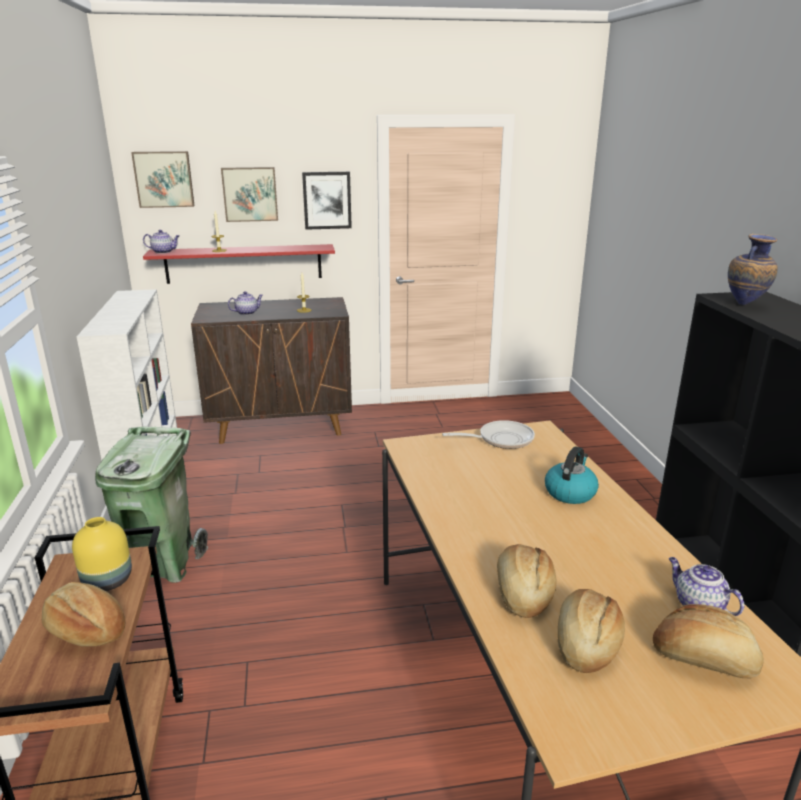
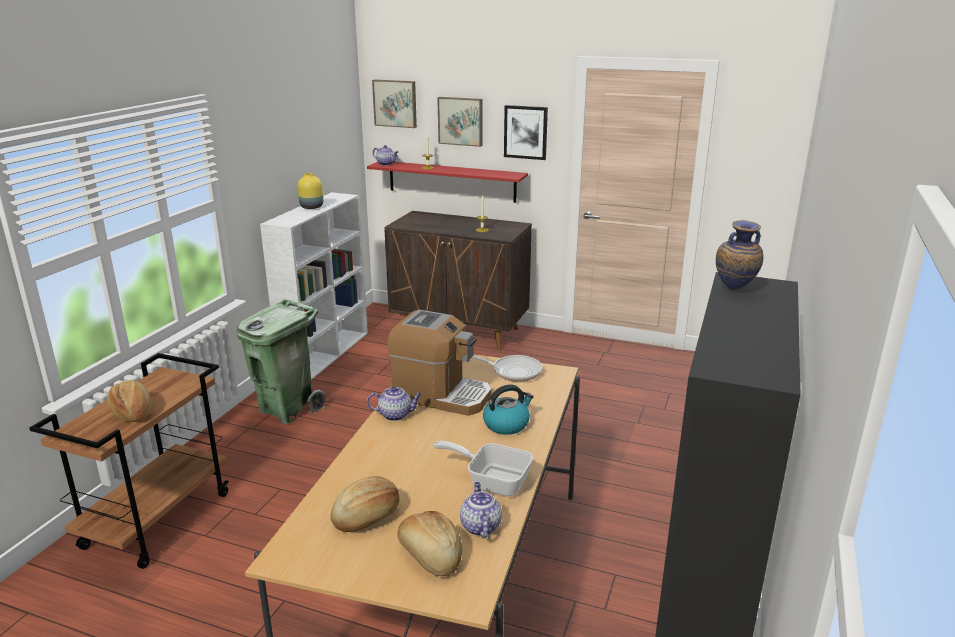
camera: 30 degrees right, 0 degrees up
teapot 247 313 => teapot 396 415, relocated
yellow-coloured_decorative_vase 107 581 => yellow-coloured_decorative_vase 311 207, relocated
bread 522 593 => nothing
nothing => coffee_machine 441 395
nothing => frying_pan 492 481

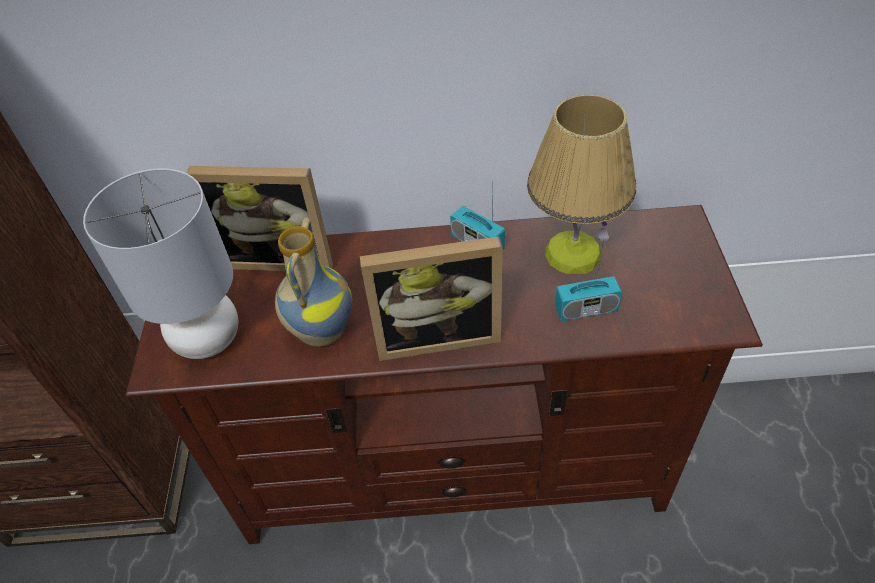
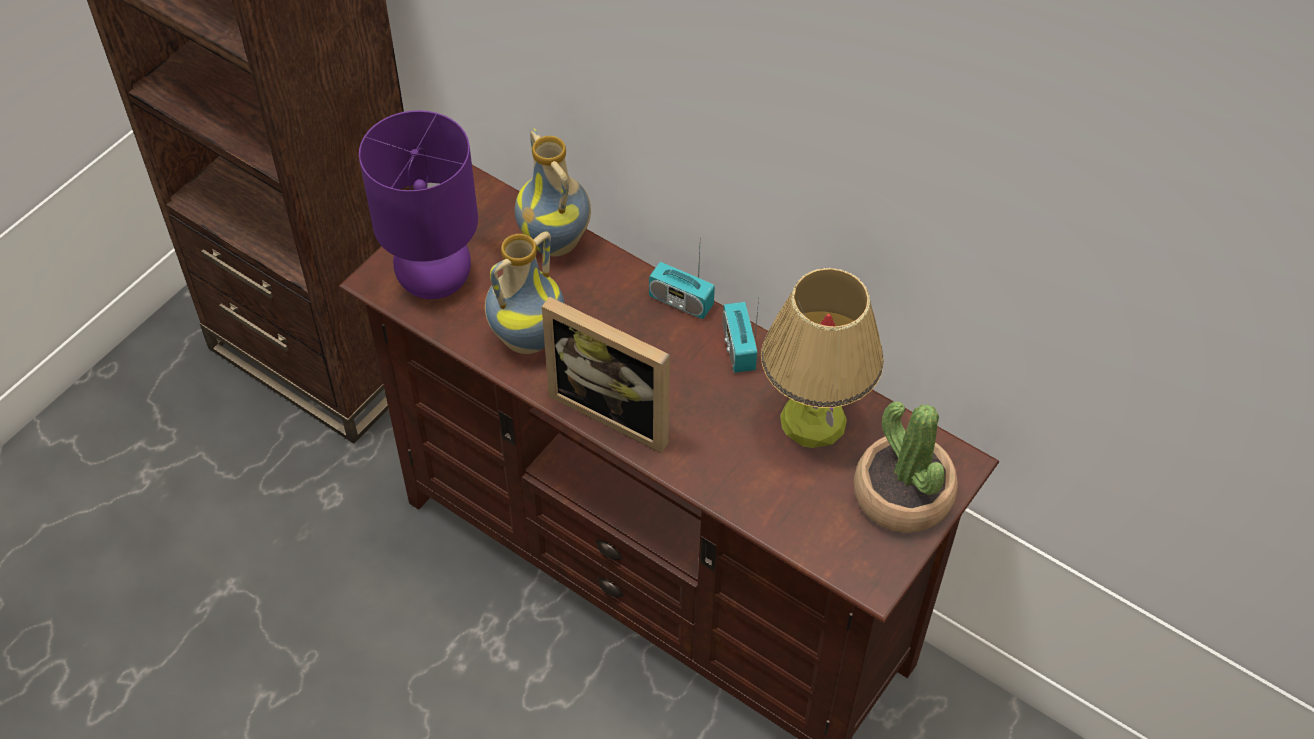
camera: 35 degrees right, 5 degrees up
photo_frame 281 257 => decorative_vase 557 241
greyish_table_lamp 208 339 => purple-coloured_table_lamp 435 280
radio 586 309 => radio 681 301, relocated
nothing => potted_plant 902 495

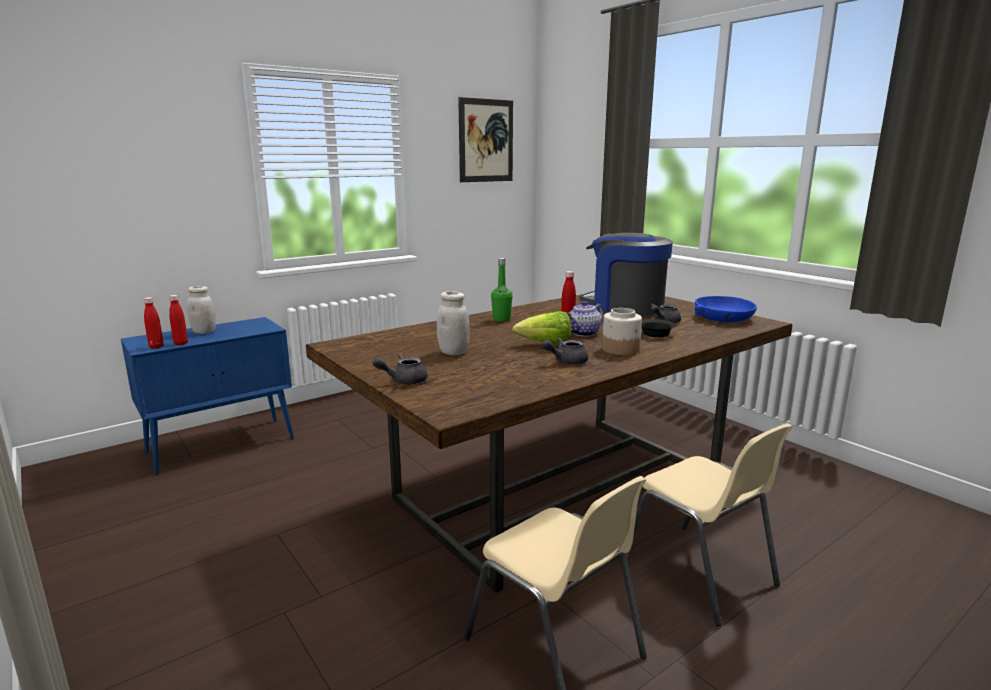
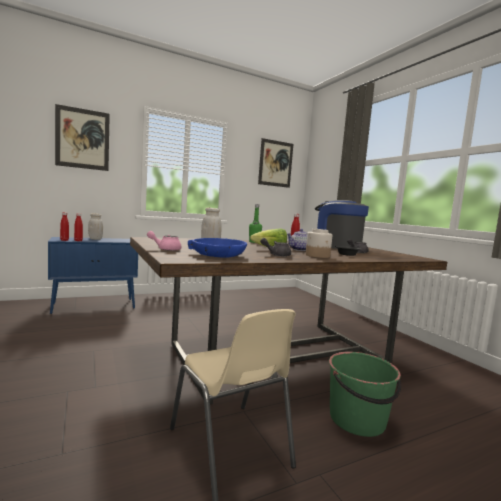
camera: 10 degrees right, 10 degrees down
blue-coloured_bowl 723 318 => blue-coloured_bowl 218 255, relocated
greyish_teapot 403 381 => pink-coloured_teapot 166 249
beige_upright_chair 699 573 => green-coloured_pail 358 420
nothing => wall_art 83 139

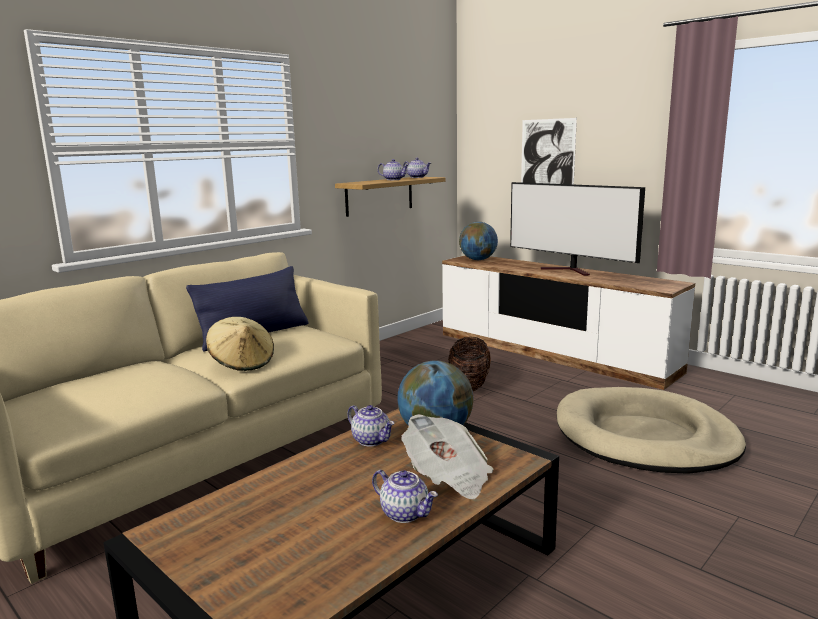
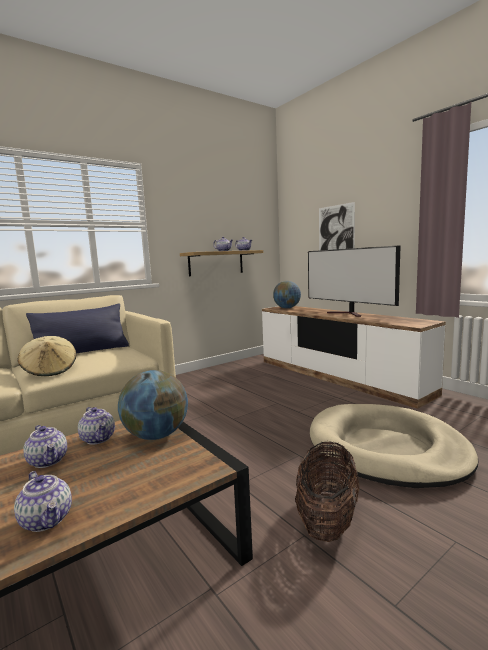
camera: 10 degrees right, 5 degrees down
household_basket 469 385 => household_basket 327 519, relocated
printed_paper 448 477 => nothing
nothing => teapot 48 461

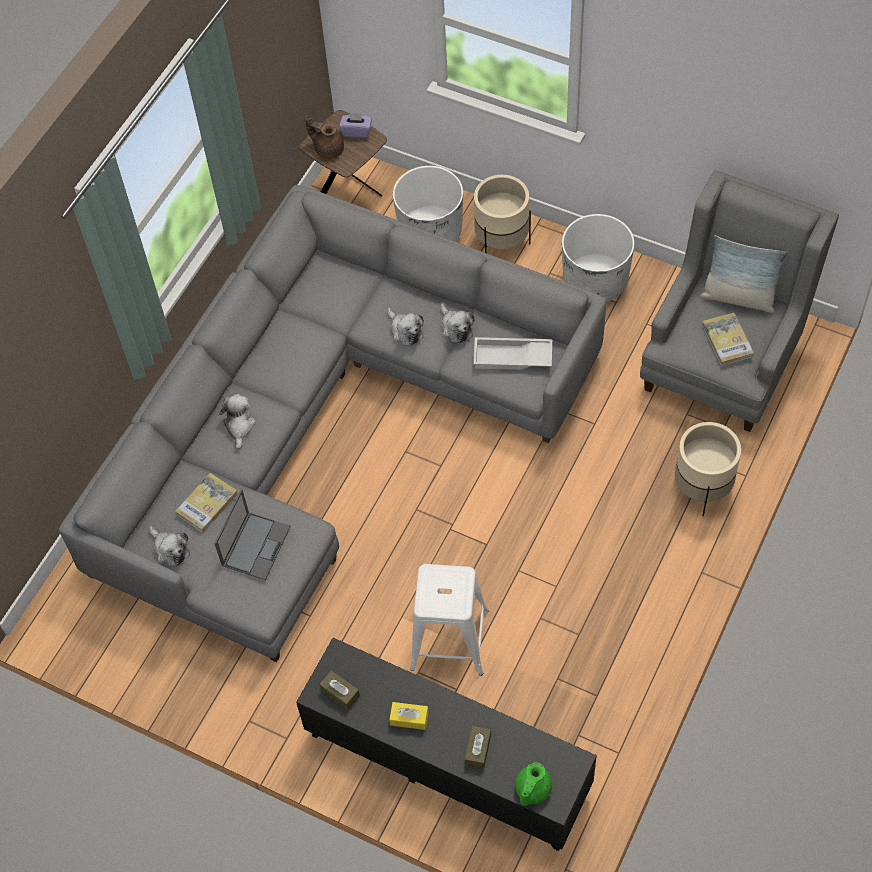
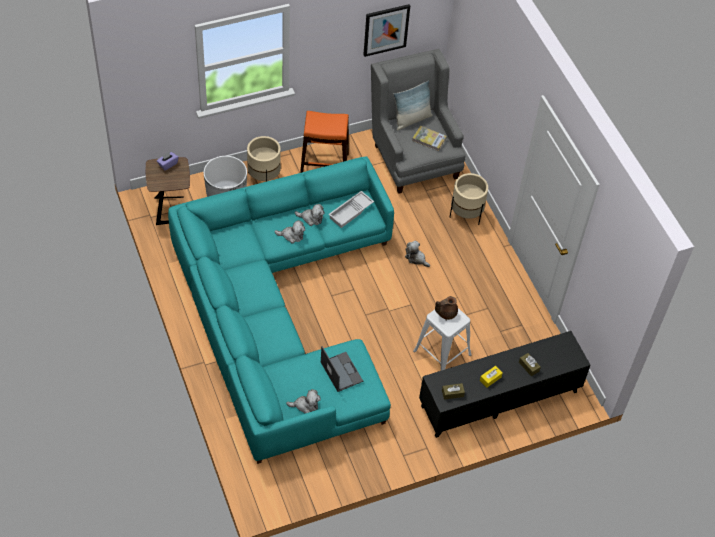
camera: 55 degrees left, 5 degrees down
brownish_teapot 328 149 => brownish_teapot 446 313, relocated
greyish_couch 322 423 => blue-green_couch 281 313
white_planter 595 281 => orange-coloured_sitting_stool 324 164
cuddly_toy 239 426 => cuddly_toy 416 258, relocated
volume 207 504 => nothing
green-coloured_teapot 532 789 => nothing
nothing => wall_art 386 29

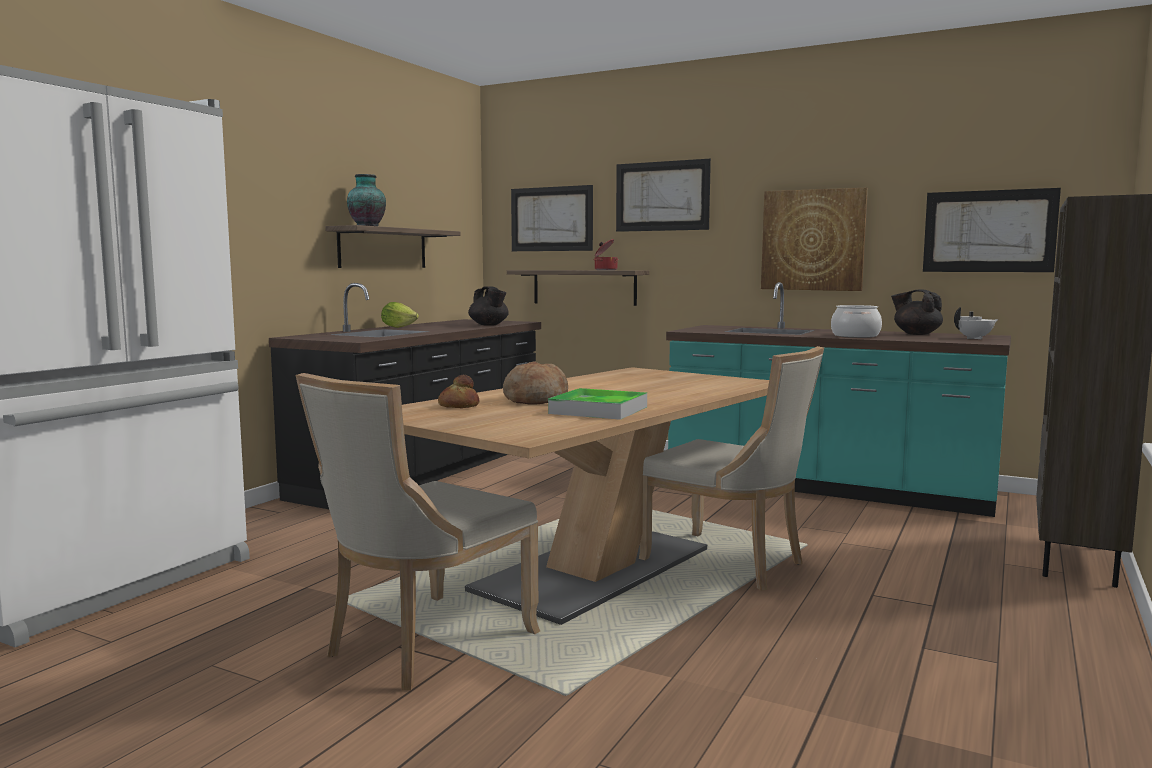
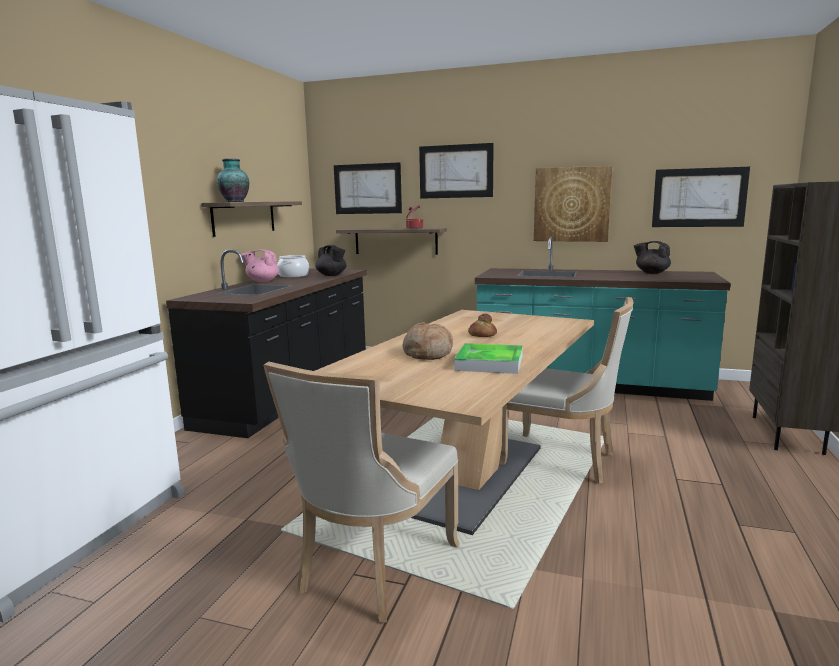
camera: 10 degrees left, 5 degrees up
lettuce_head 398 327 => pink-coloured_teapot 262 281
stockpot 855 336 => stockpot 293 275, relocated
white_teapot 975 338 => nothing
bread 458 406 => bread 482 335, relocated

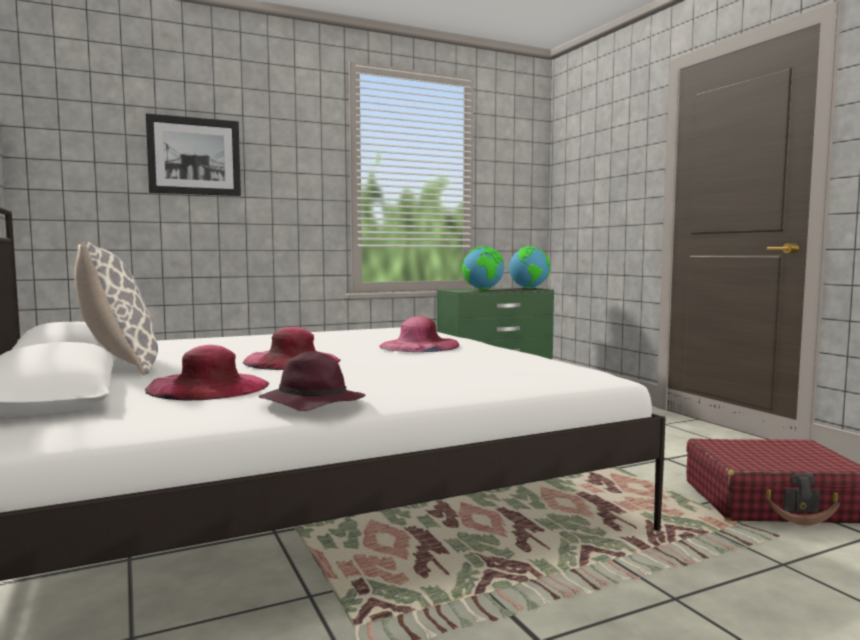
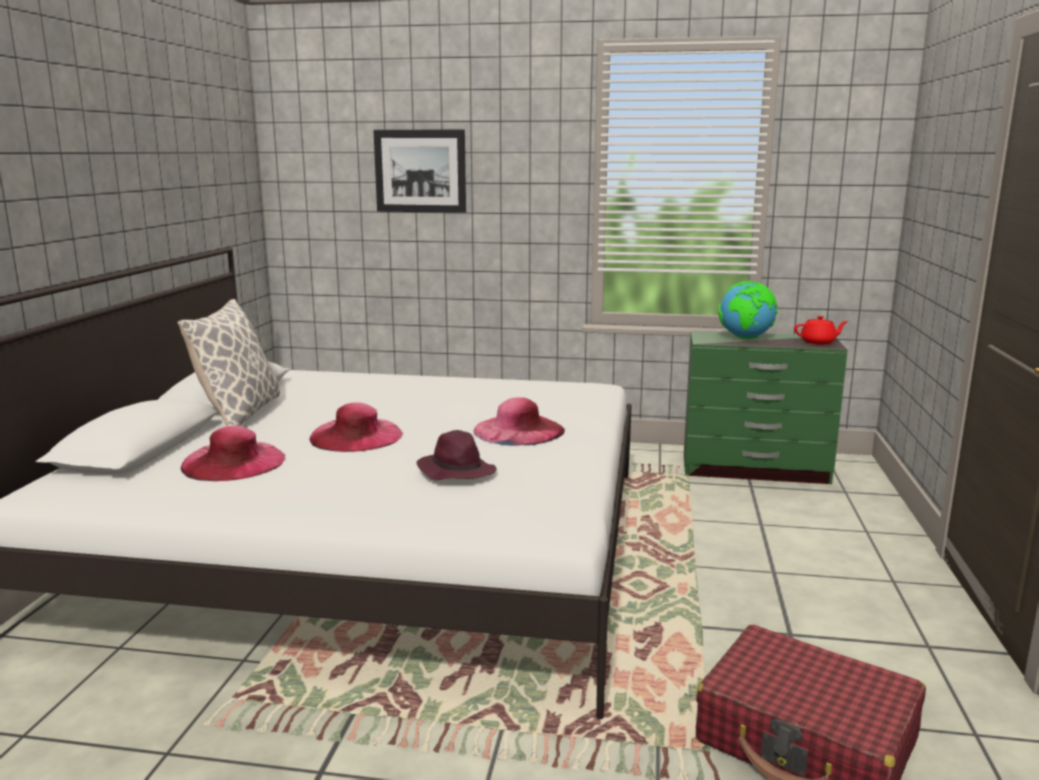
camera: 35 degrees right, 10 degrees up
desk_globe 529 288 => red-coloured_teapot 818 342
purple-coloured_wearable_hat 311 404 => purple-coloured_wearable_hat 456 471, relocated

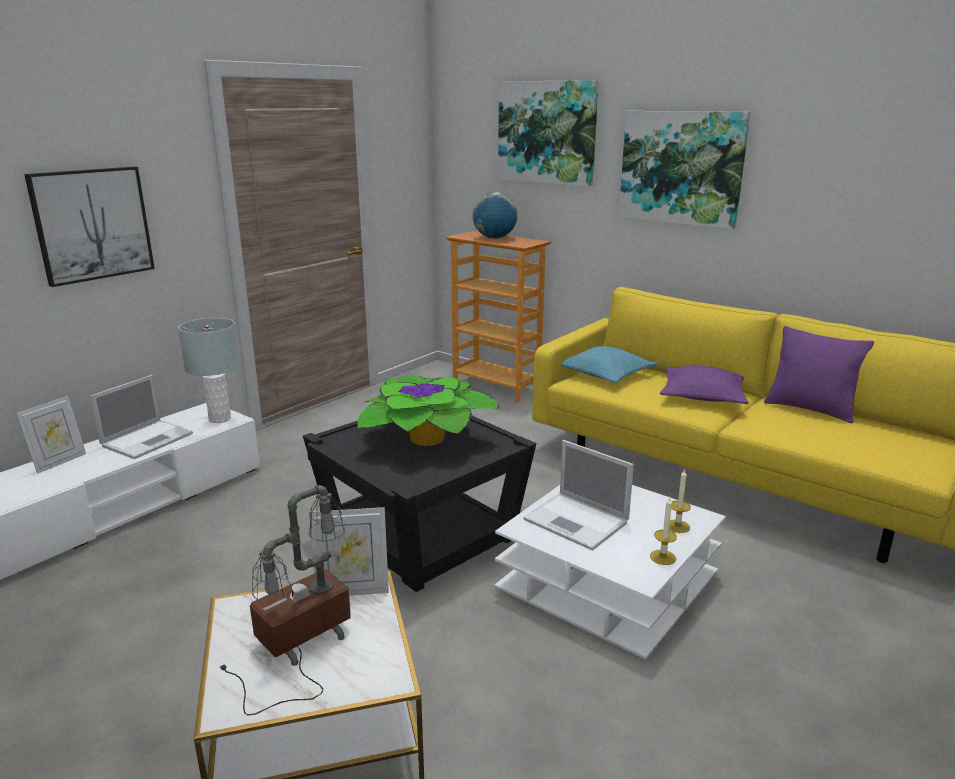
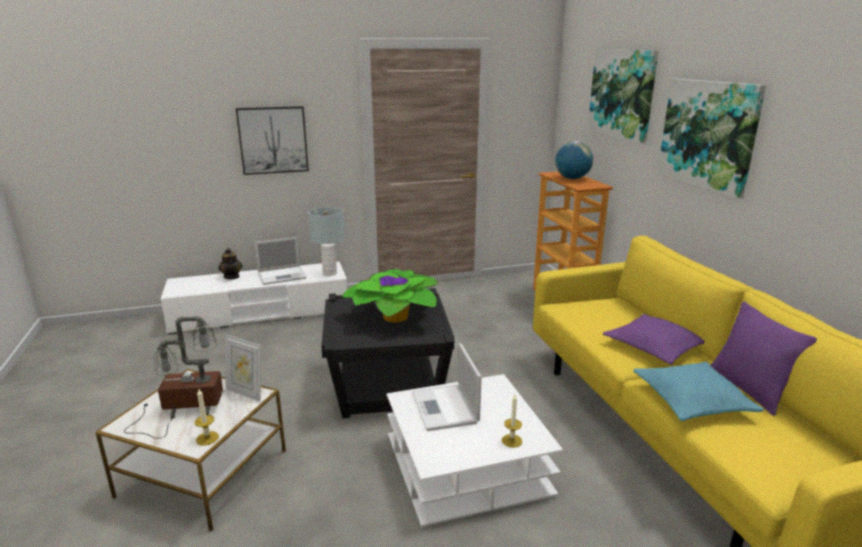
camera: 35 degrees right, 0 degrees up
blue-green_pillow 605 374 => blue-green_pillow 692 400, relocated
photo_frame 59 462 => teapot 232 276
wax_light 663 557 => wax_light 207 438, relocated

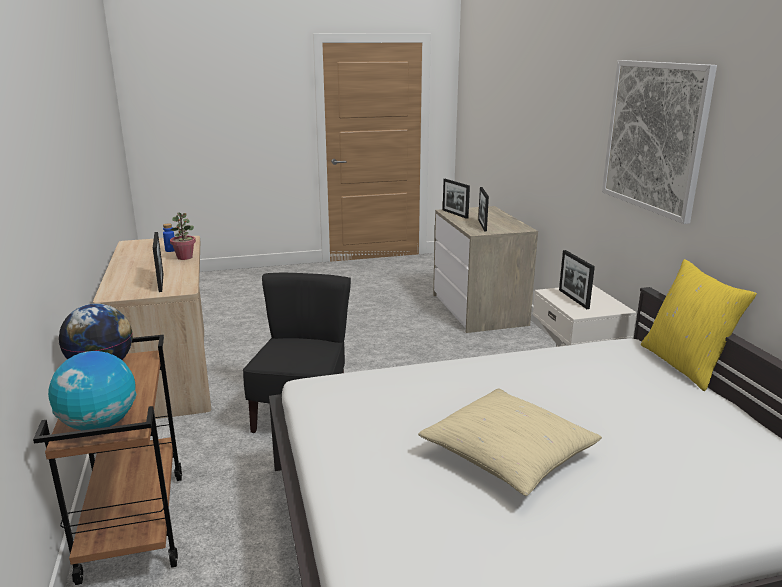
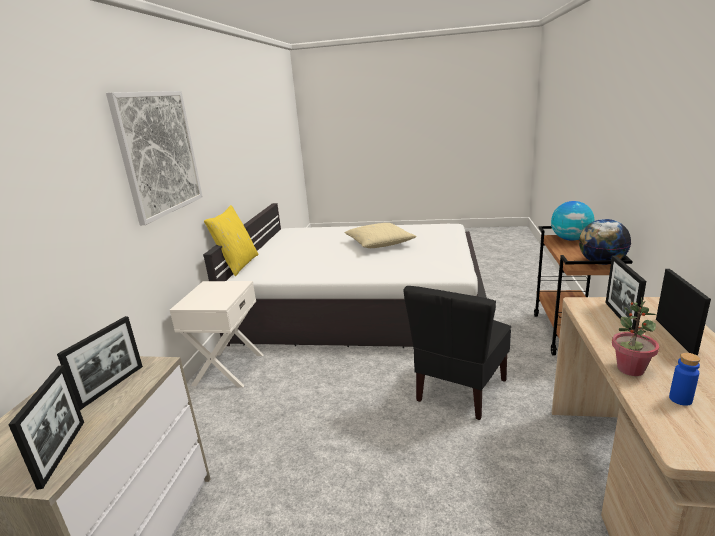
camera: 155 degrees left, 0 degrees up
photo_frame 573 299 => photo_frame 675 336, relocated

